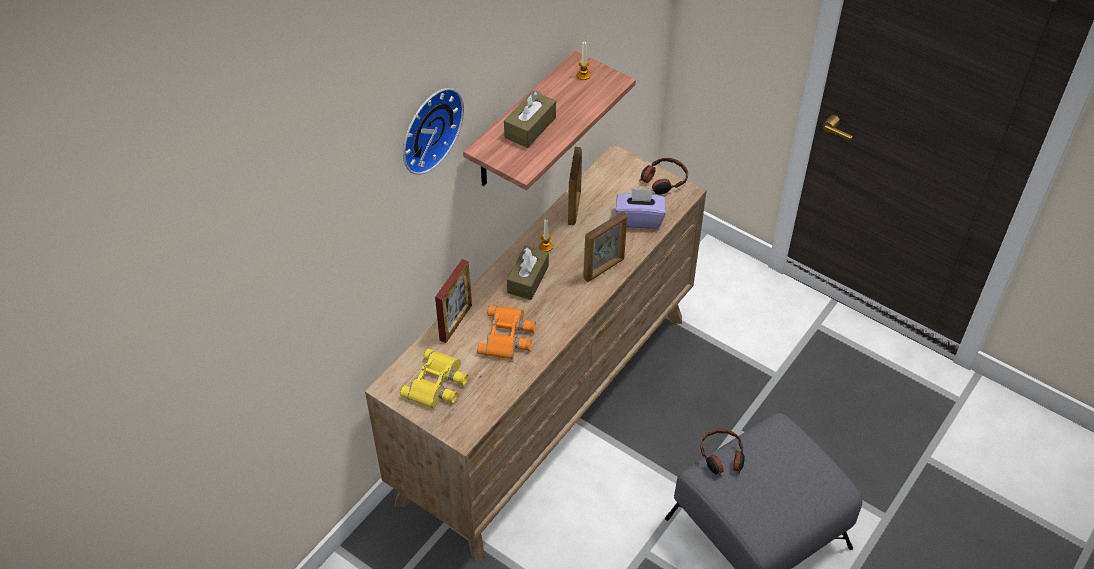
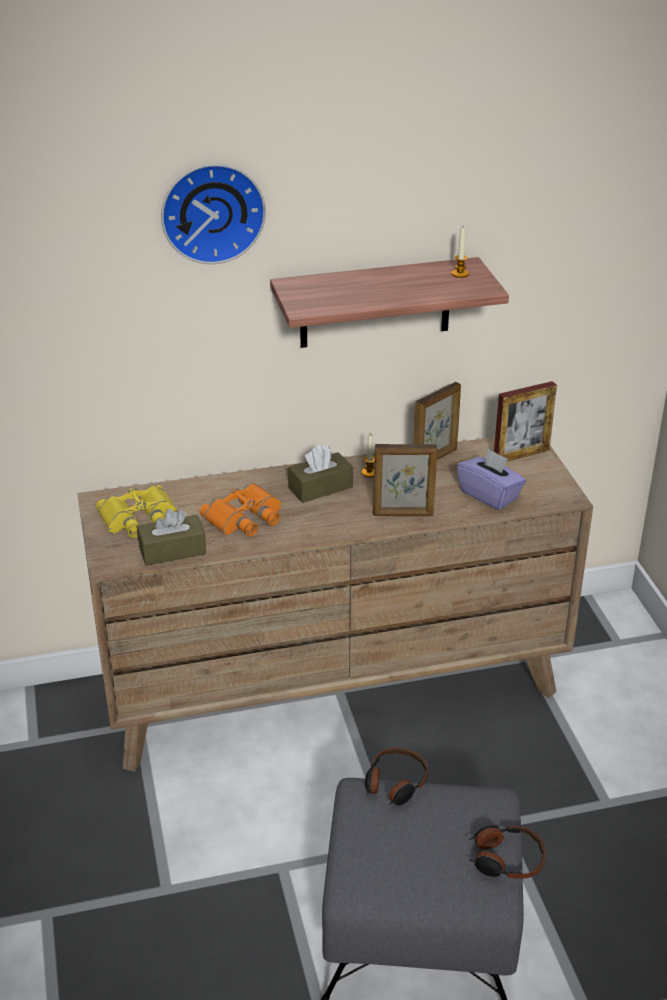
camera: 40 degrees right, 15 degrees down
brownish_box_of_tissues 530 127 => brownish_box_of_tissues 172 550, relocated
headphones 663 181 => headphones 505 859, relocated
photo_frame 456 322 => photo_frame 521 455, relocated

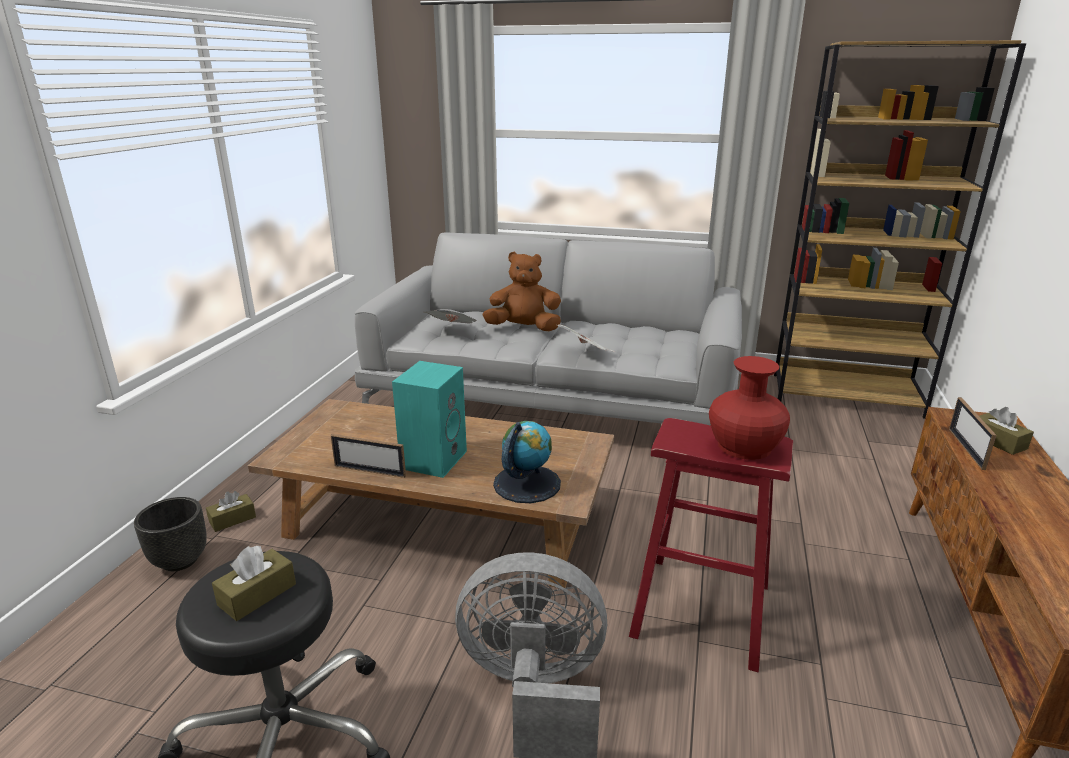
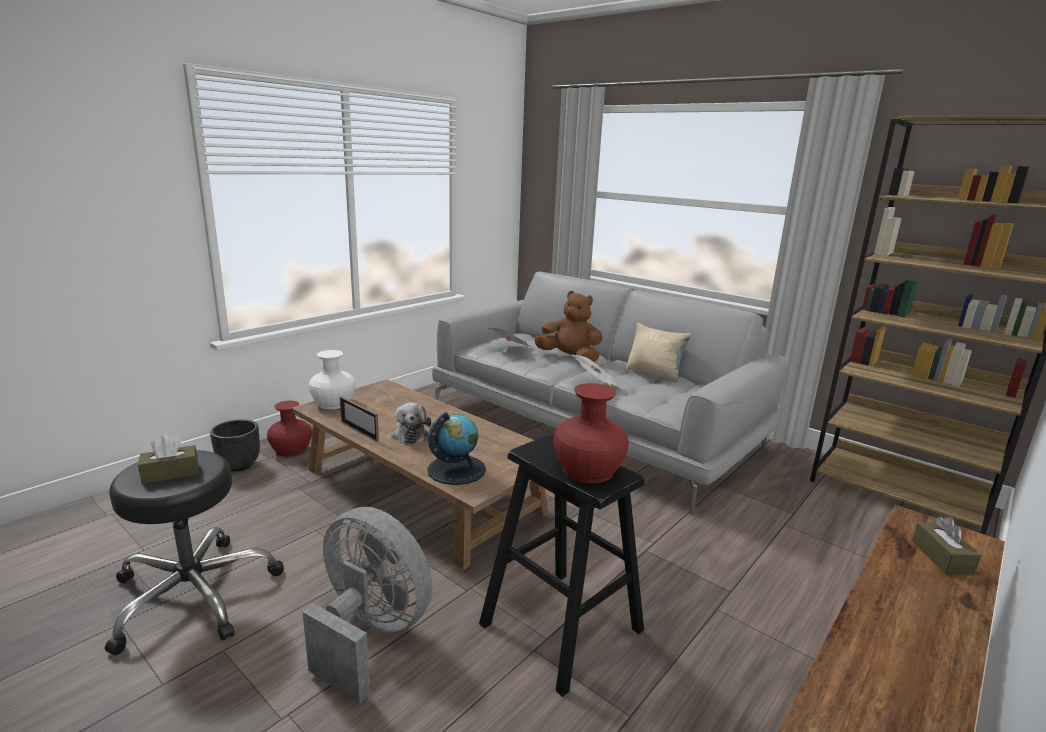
camera: 25 degrees right, 5 degrees down
blue-green_loudspeaker 433 458 => cuddly_toy 410 434
photo_frame 966 448 => nothing
red-coloured_sitting_stool 702 609 => black-coloured_sitting_stool 561 627
brownish_box_of_tissues 232 519 => red-coloured_decorative_vase 291 449
nothing => beige_pillow 654 374
nothing => white_decorative_vase 333 403

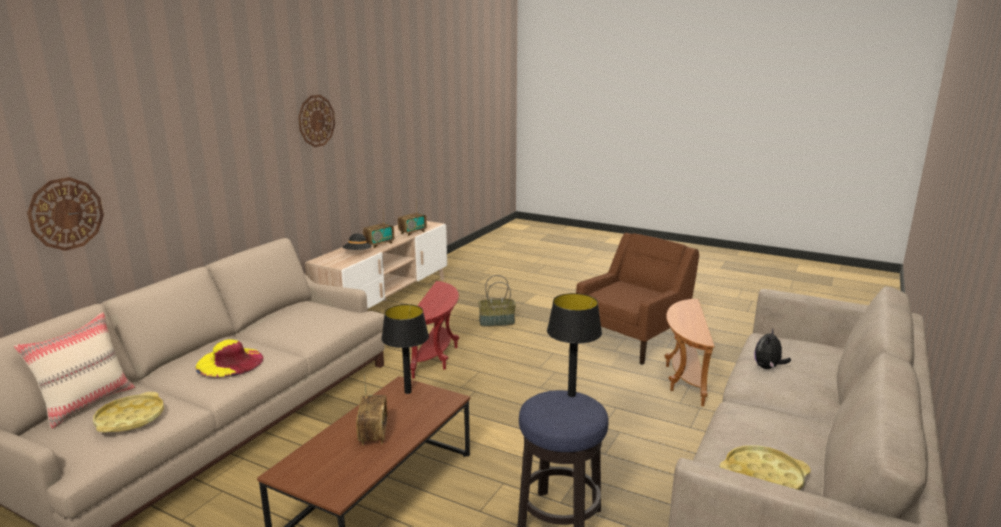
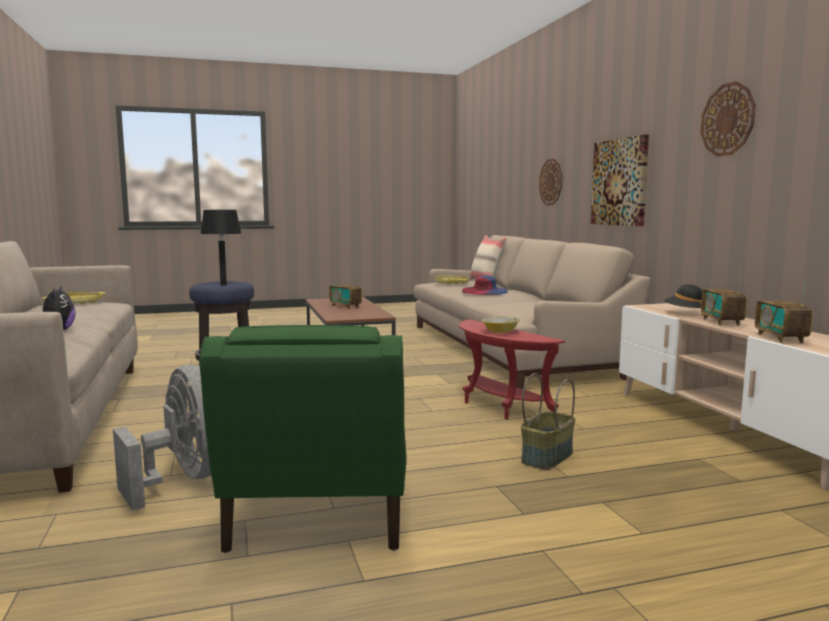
camera: 135 degrees right, 10 degrees down
brownish_easy_chair 633 338 => green-coloured_easy_chair 319 512
brownish_accent_table 683 379 => greyish_fan 183 480
black-coloured_table_lamp 408 392 => nothing
yellow-coloured_wearable_hat 229 362 => blue-coloured_wearable_hat 484 291
nothing => wall_art 620 182
nothing => bowl 500 332

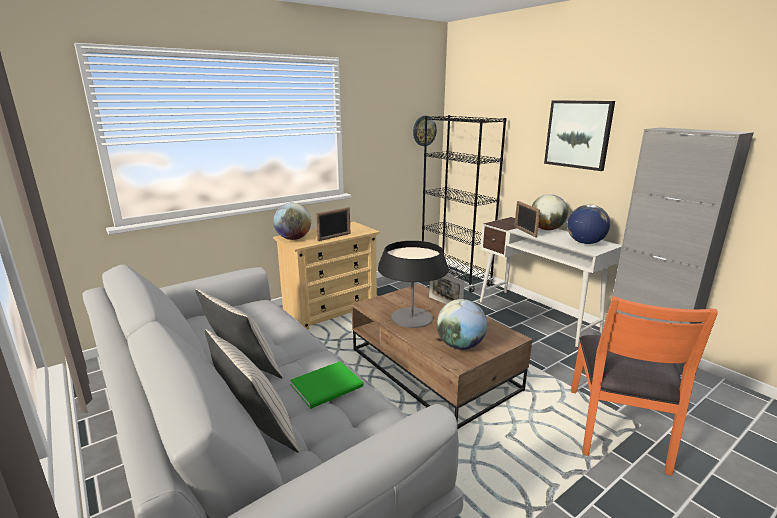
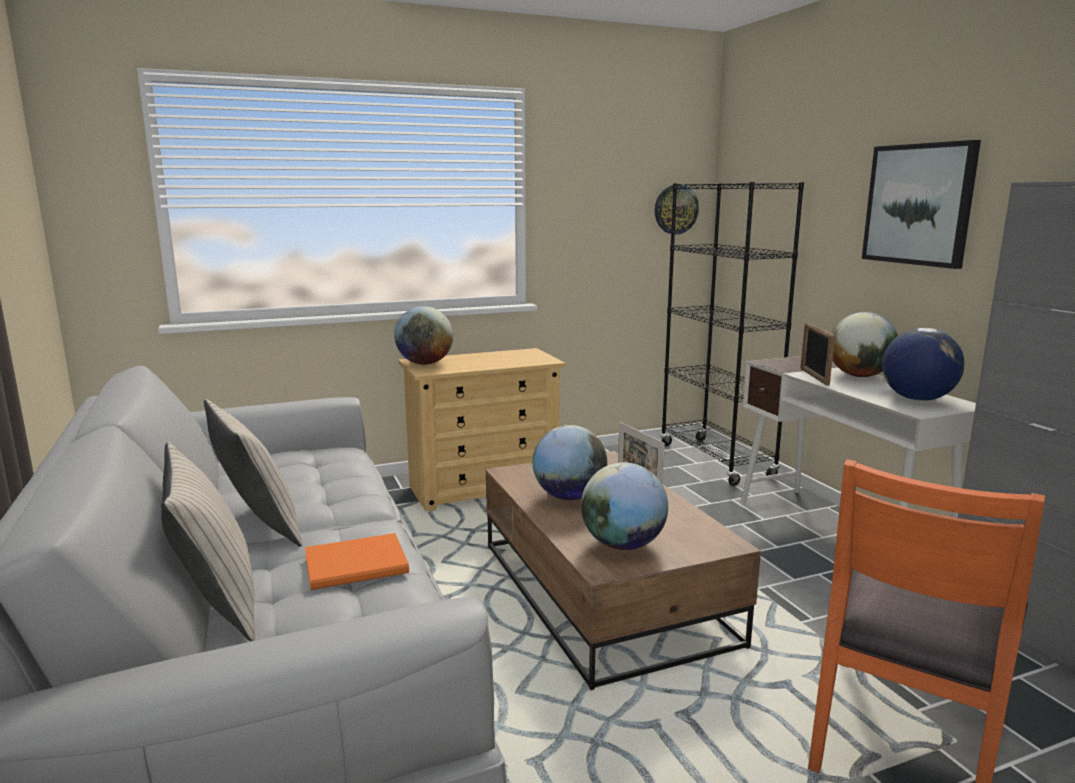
camera: 15 degrees right, 5 degrees down
photo_frame 334 237 => nothing
table_lamp 411 317 => desk_globe 569 497
green-coloured_volume 329 386 => orange-coloured_volume 359 565

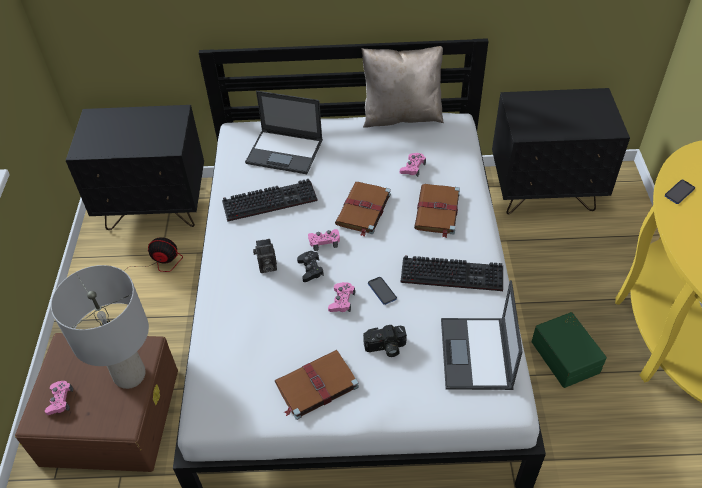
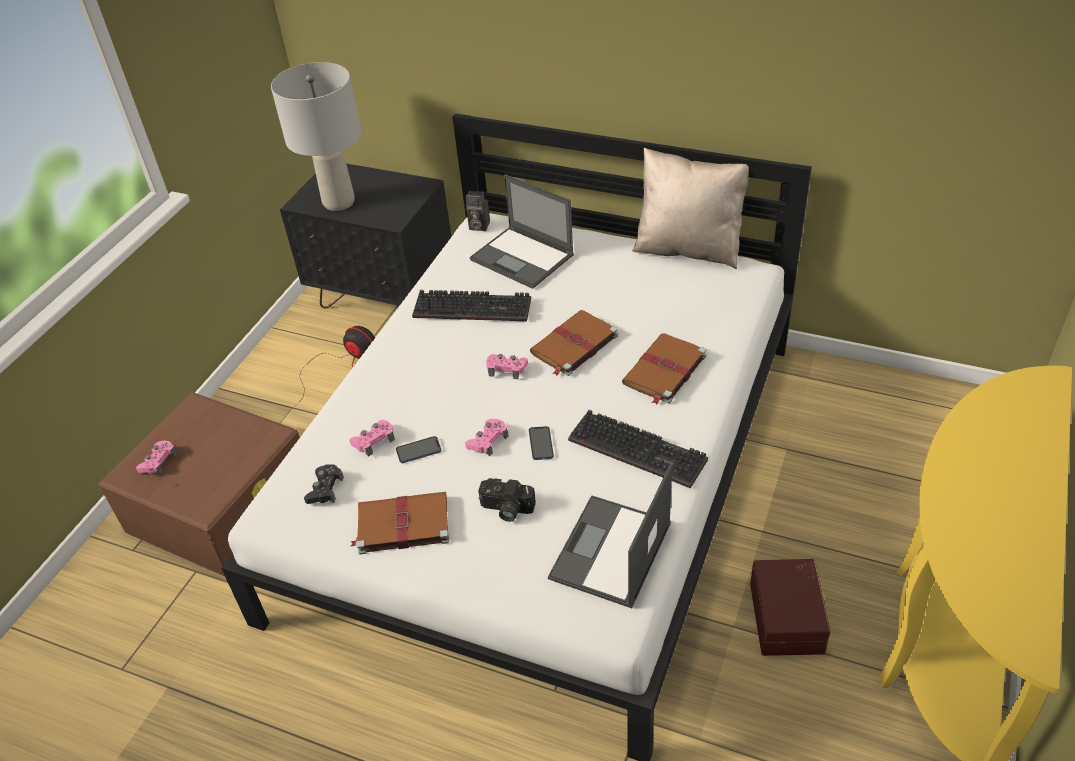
camera: 25 degrees right, 5 degrees down
black-coloured_night_table 545 192 => nothing
pink-coloured_game_controller 413 167 => pink-coloured_game_controller 374 441, relocated
phone 679 192 => phone 418 450, relocated
photo_camera 266 267 => photo_camera 478 226, relocated
black-coloured_game_controller 310 269 => black-coloured_game_controller 325 489, relocated
greyish_table_lamp 130 375 => greyish_table_lamp 339 202, relocated
green-coloured_storage_container 566 356 => brownish_storage_container 788 617

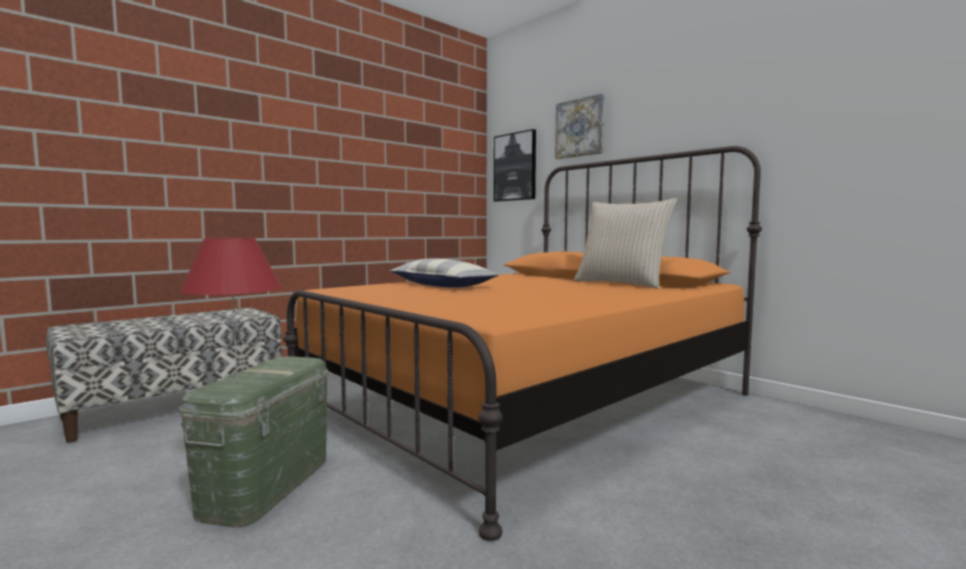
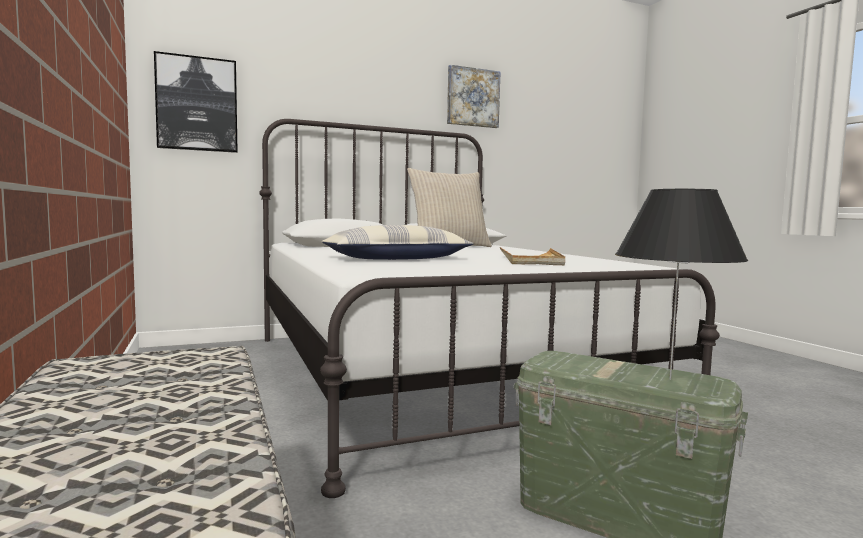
camera: 70 degrees left, 0 degrees up
wall_art 580 128 => wall_art 472 97, relocated
orange-coloured_sleeping_bed 530 402 => white_sleeping_bed 435 374
red-coloured_table_lamp 237 383 => black-coloured_table_lamp 670 379
nothing => beige_carrying_tray 530 260

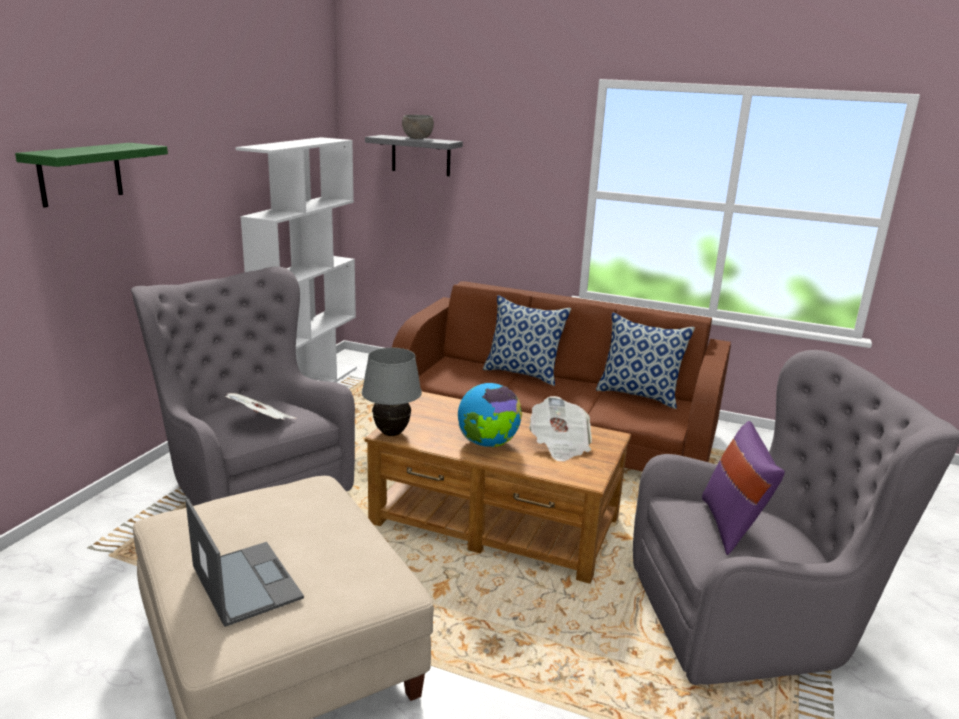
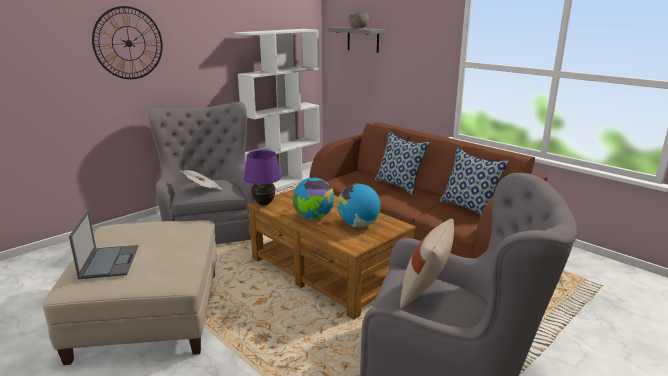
camera: 25 degrees right, 0 degrees up
green-coloured_shelf 80 174 => hanging_clock 128 43
greyish_table_lamp 392 433 => purple-coloured_table_lamp 264 204
printed_paper 559 445 => desk_globe 358 225
purple-coloured_pillow 732 526 => beige_pillow 425 293

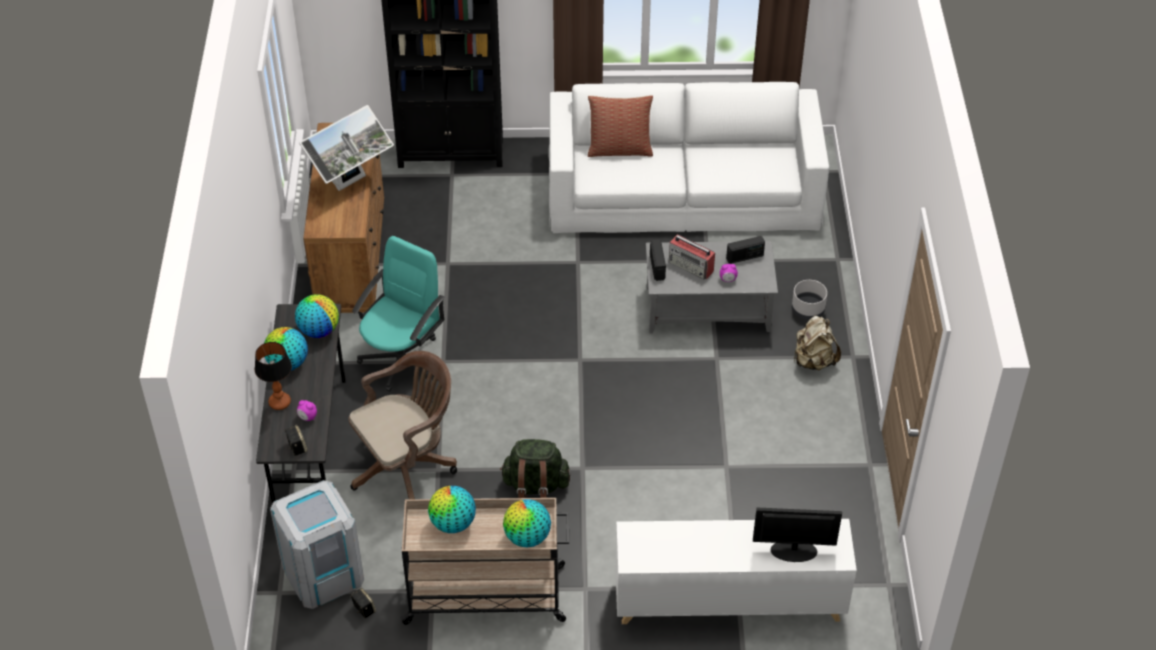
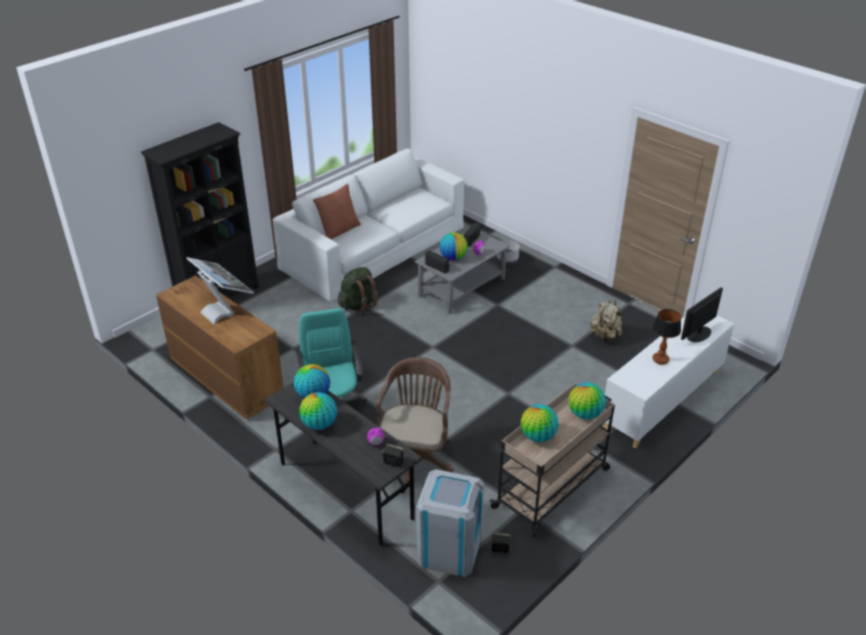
camera: 45 degrees left, 10 degrees down
computer_screen 351 182 => computer_screen 224 310, 45 degrees counterclockwise
radio 691 266 => desk_globe 453 258
beige_rucksack 813 361 => beige_rucksack 605 336, relocated
table_lamp 280 403 => table_lamp 661 360, relocated
green-coloured_rucksack 535 486 => green-coloured_rucksack 359 304, relocated

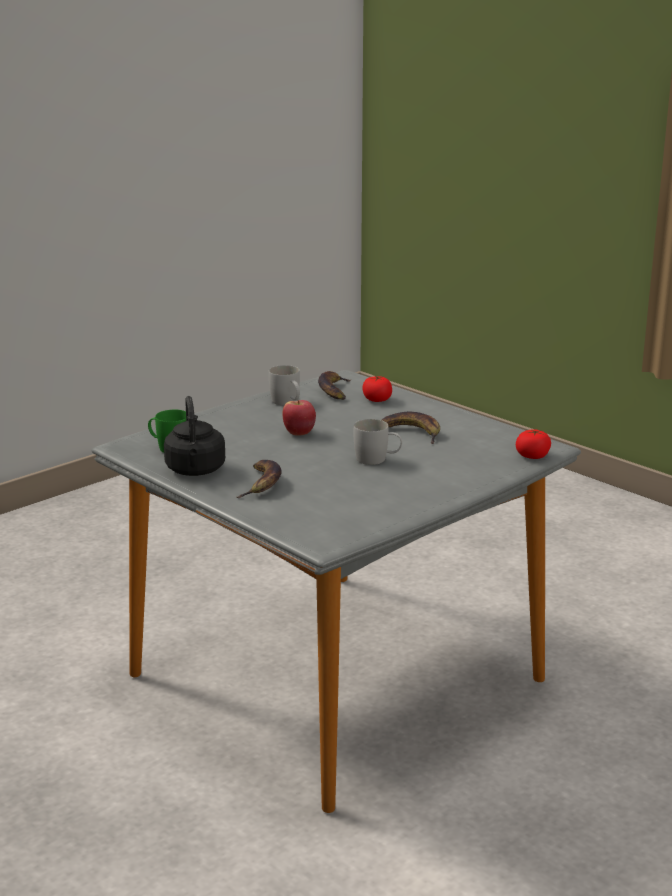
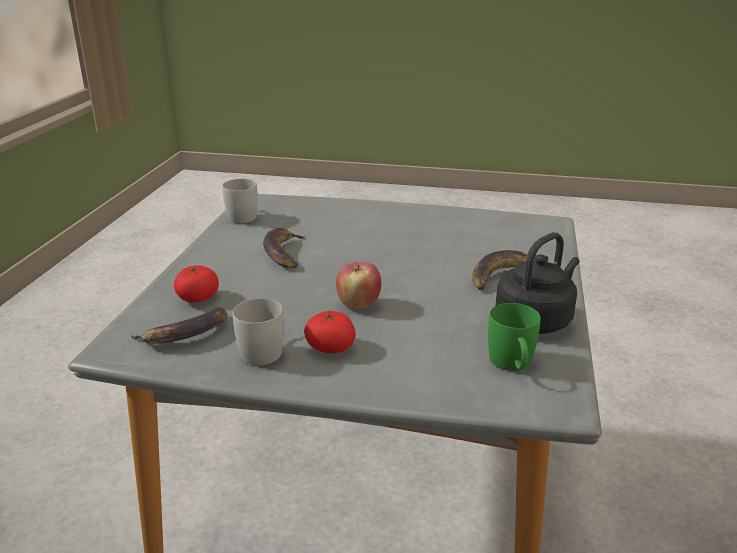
camera: 125 degrees left, 5 degrees up
white_mug 377 459 => white_mug 240 215, relocated
whole_tomato 532 456 => whole_tomato 330 347, relocated

